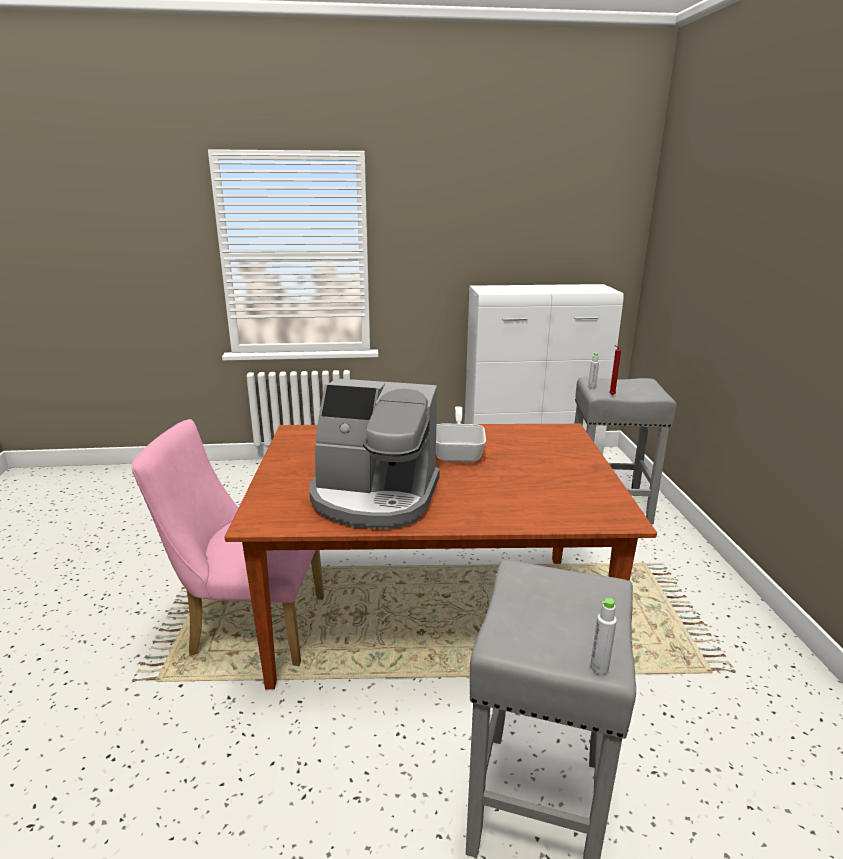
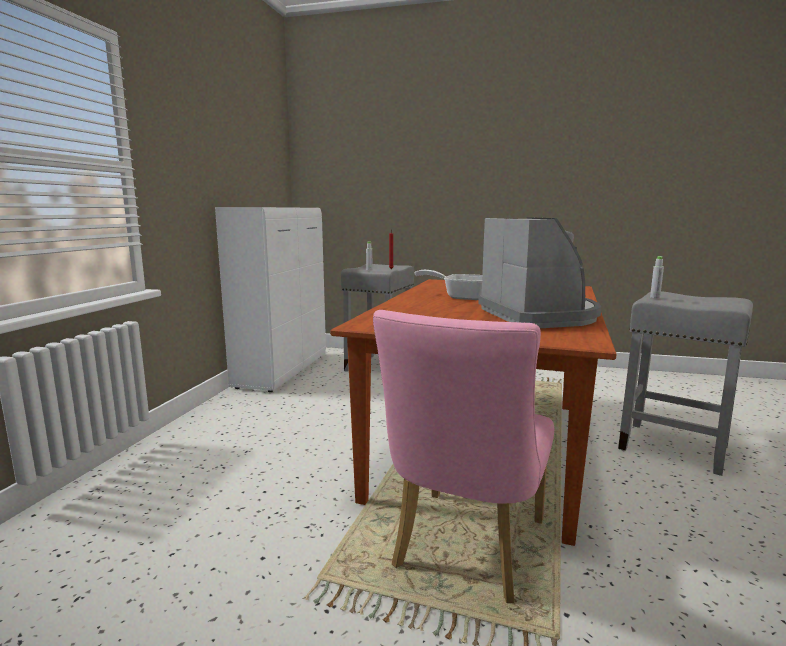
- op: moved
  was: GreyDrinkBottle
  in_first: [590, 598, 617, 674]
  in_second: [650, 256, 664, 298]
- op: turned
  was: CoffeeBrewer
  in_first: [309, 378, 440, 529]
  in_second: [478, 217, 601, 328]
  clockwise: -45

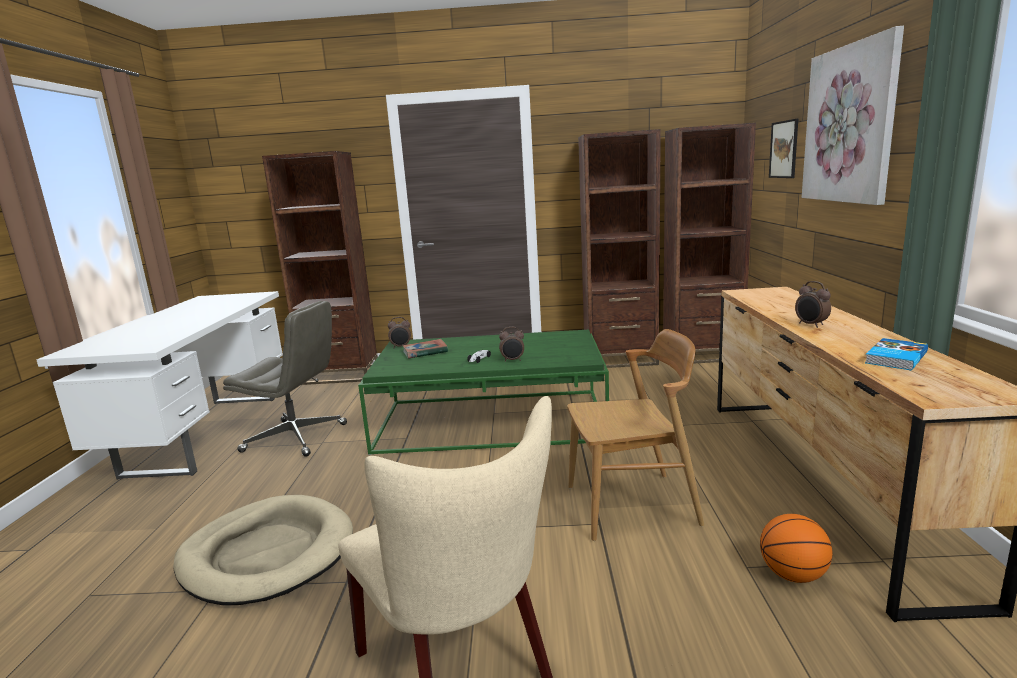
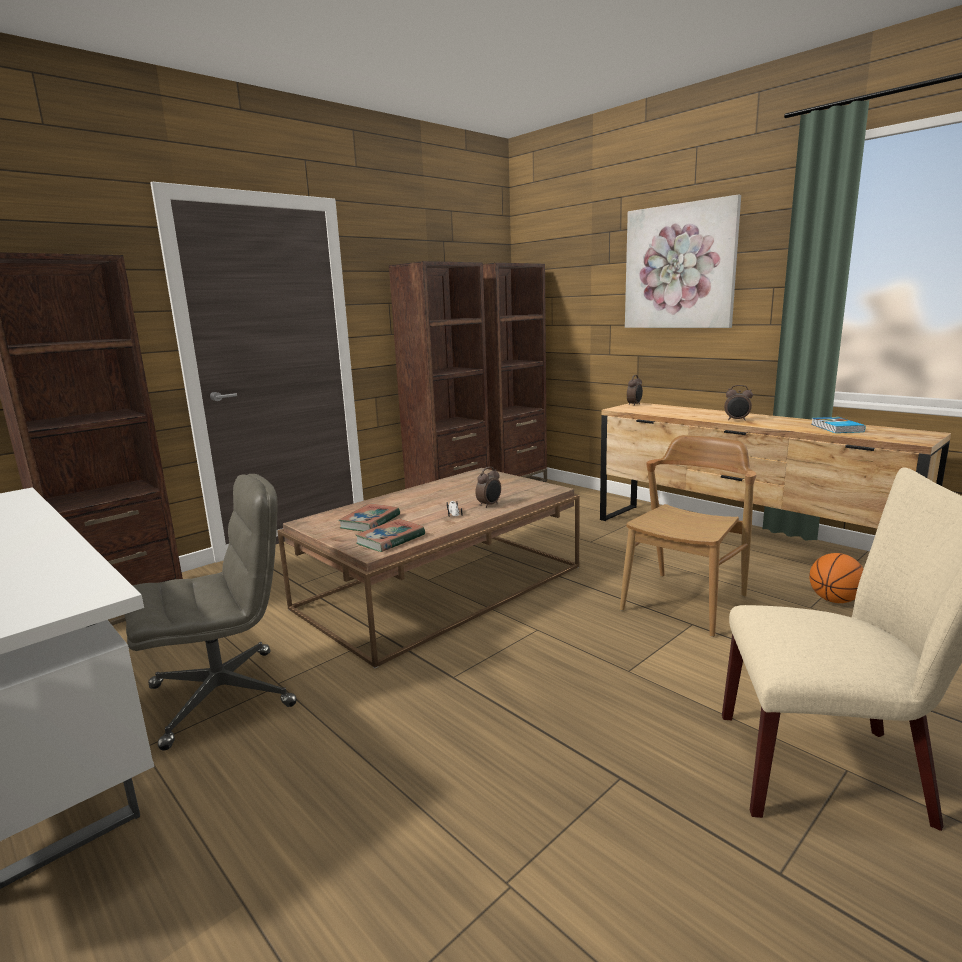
- op: removed
  was: BeigeColouredPetBed
  in_first: [173, 495, 353, 605]
- op: removed
  was: WallPicture
  in_first: [769, 119, 798, 178]
- op: added
  now: BoundBook
  in_second: [355, 518, 425, 552]
- op: moved
  was: BedsideClock
  in_first: [388, 317, 411, 347]
  in_second: [627, 375, 643, 406]
- op: recoloured
  was: GreenColouredLowTable
  now: BrownishLowTable
  in_first: [358, 330, 609, 455]
  in_second: [277, 468, 580, 668]

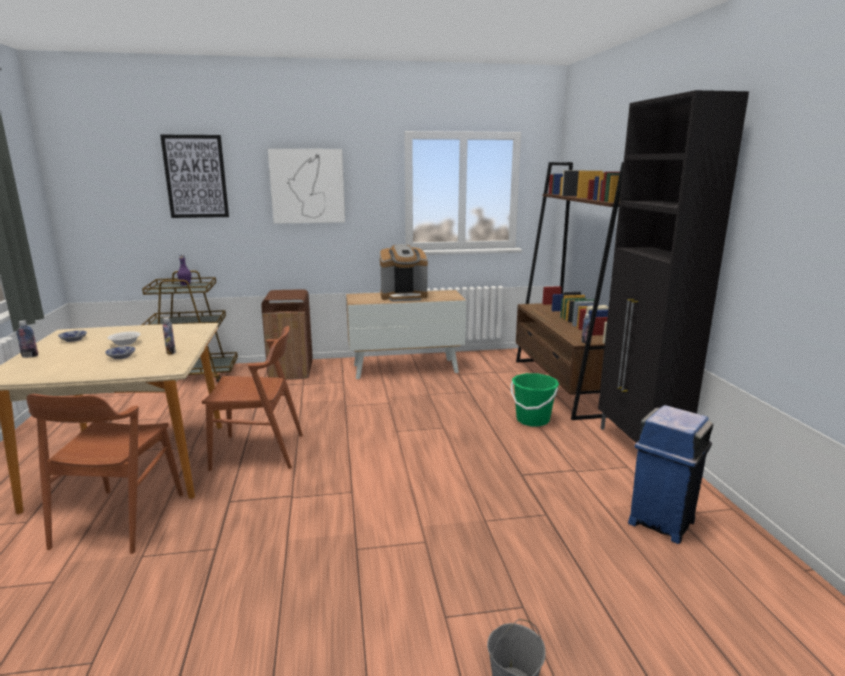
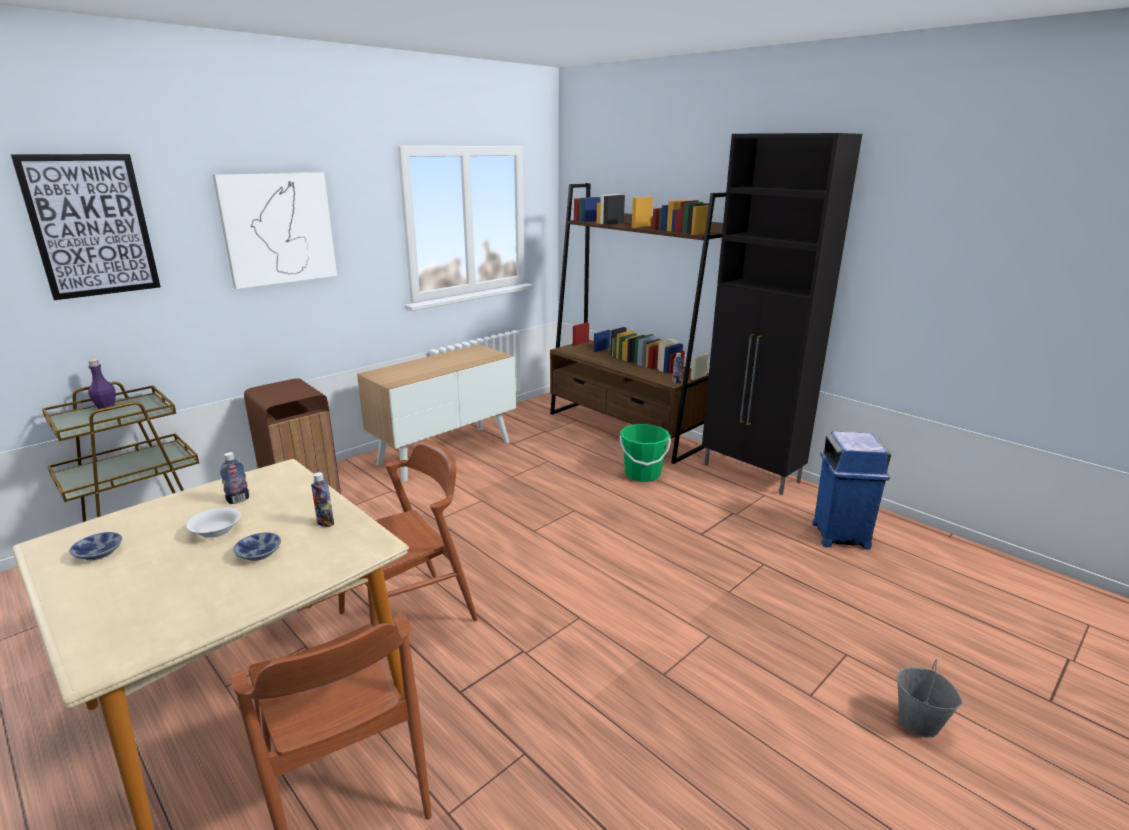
- op: removed
  was: CoffeeBrewer
  in_first: [380, 244, 428, 302]
- op: moved
  was: DrinkBottle
  in_first: [16, 320, 38, 358]
  in_second: [220, 452, 249, 504]

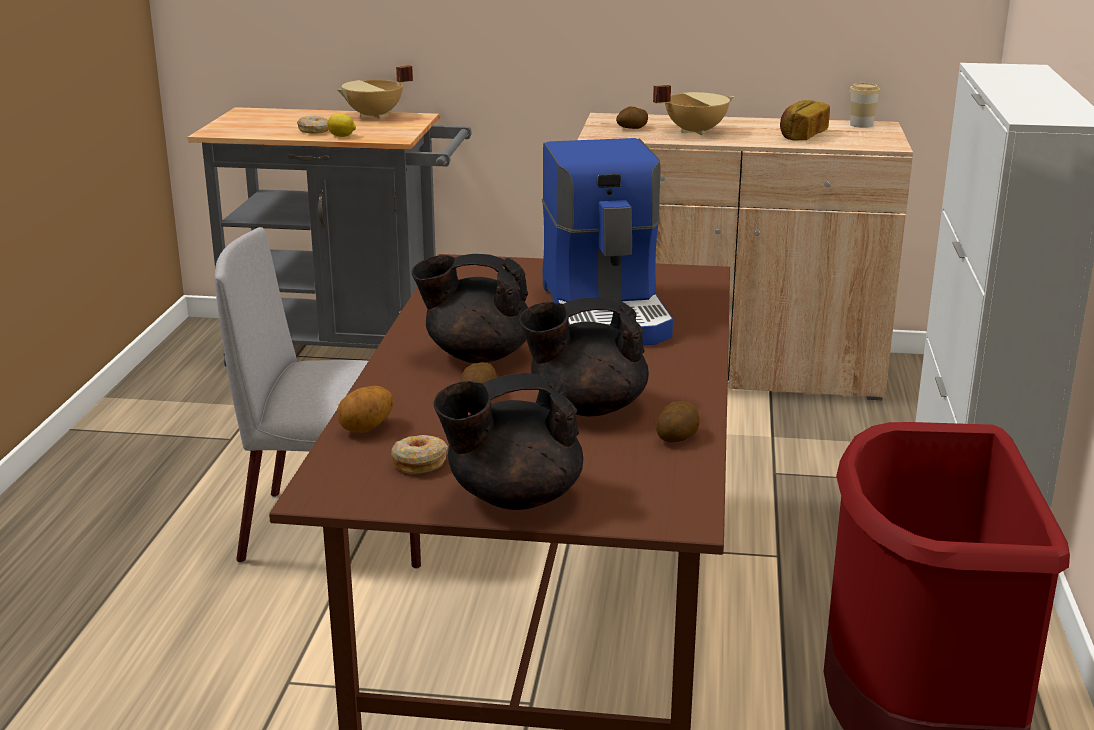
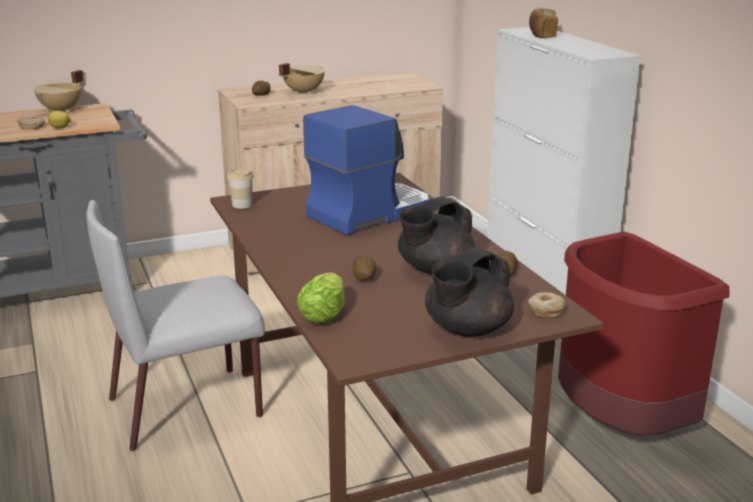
- op: removed
  was: BlackishTeaPot
  in_first: [412, 254, 528, 363]
- op: moved
  was: Donut
  in_first: [391, 435, 448, 474]
  in_second: [528, 292, 566, 318]
- op: moved
  was: BakeryBread
  in_first: [780, 100, 830, 141]
  in_second: [529, 8, 558, 38]
- op: moved
  was: SmallCup
  in_first: [849, 83, 880, 128]
  in_second: [227, 168, 254, 209]
- op: replaced
  was: Potato
  now: LettuceHead
  in_first: [337, 386, 394, 433]
  in_second: [296, 273, 345, 323]
- op: turned
  was: CoffeeBrewer
  in_first: [541, 138, 673, 345]
  in_second: [303, 105, 430, 236]
  clockwise: -90

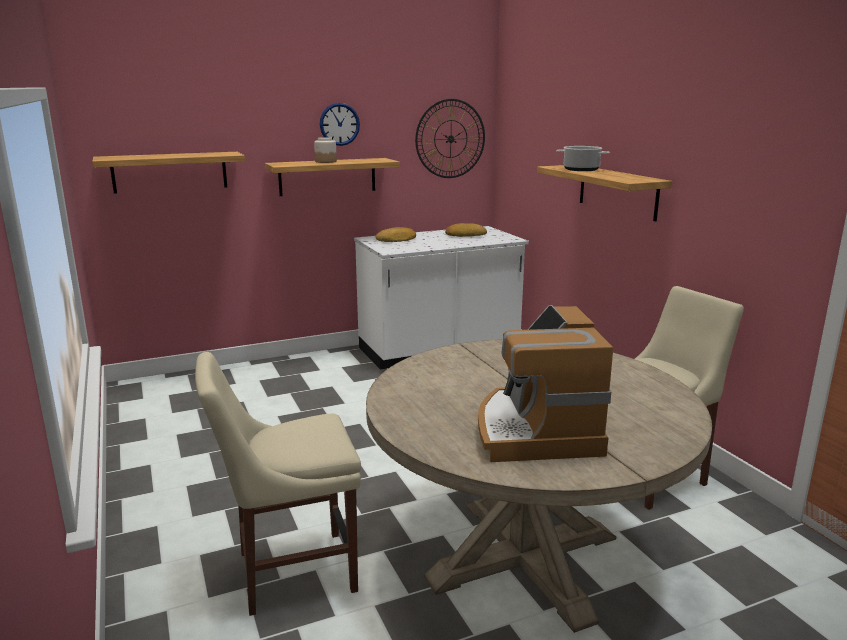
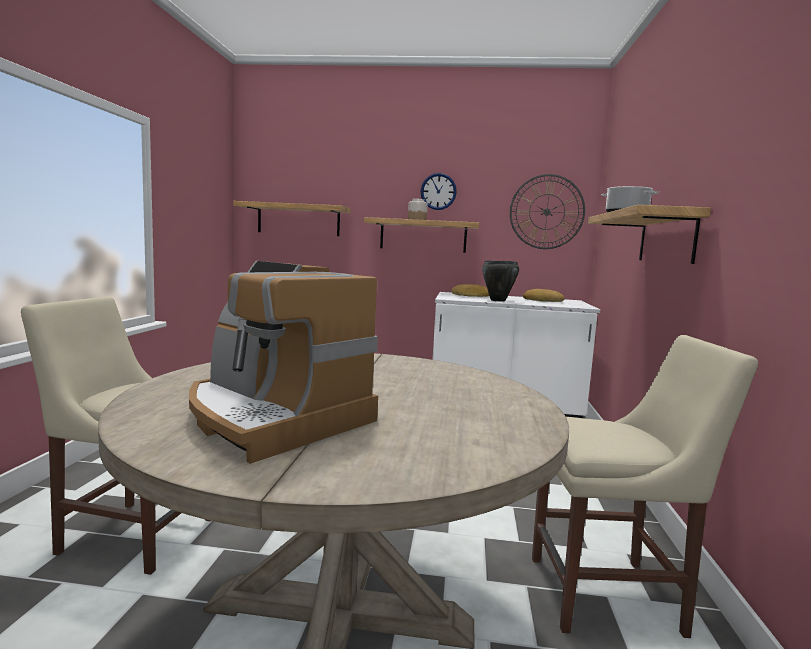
- op: added
  now: BlackishCookingPot
  in_second: [482, 260, 519, 302]
- op: turned
  was: CoffeeBrewer
  in_first: [478, 305, 613, 462]
  in_second: [189, 261, 378, 464]
  clockwise: -75

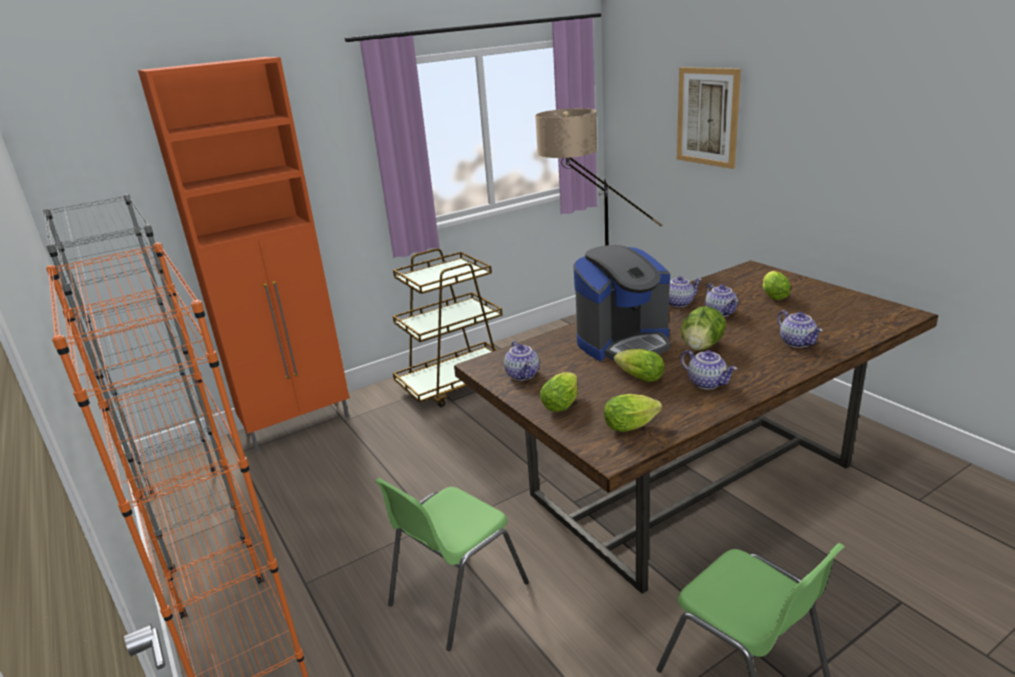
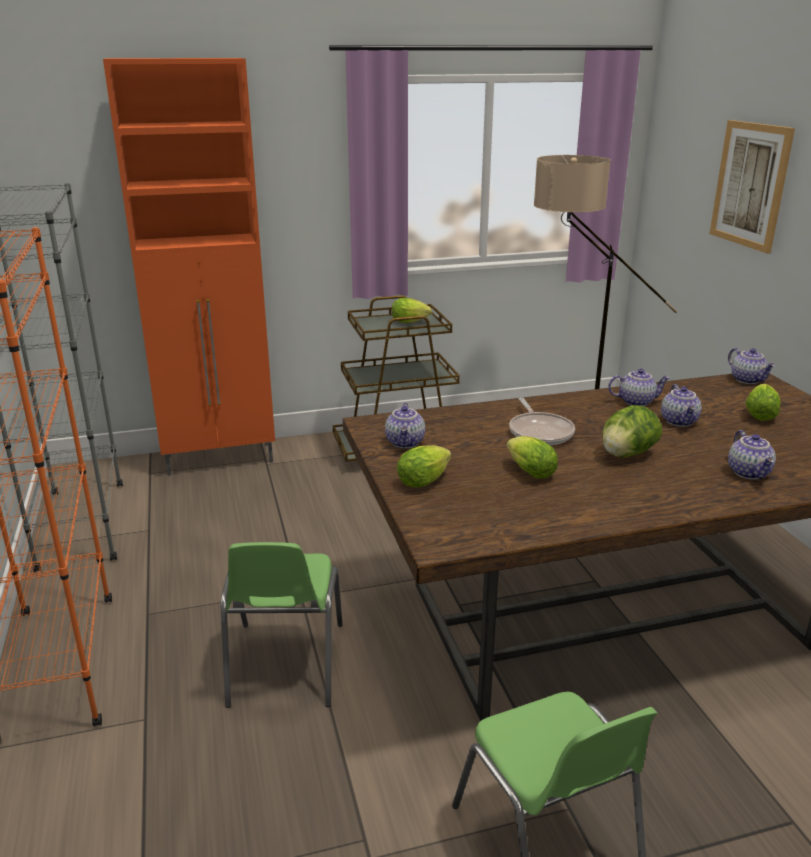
- op: moved
  was: LettuceHead
  in_first: [604, 394, 662, 432]
  in_second: [392, 298, 432, 323]
- op: moved
  was: TeaPot
  in_first: [681, 350, 737, 389]
  in_second: [728, 348, 775, 384]
- op: replaced
  was: CoffeeBrewer
  now: FryingPan
  in_first: [574, 245, 671, 361]
  in_second: [509, 398, 575, 445]
- op: turned
  was: GreenColouredPlainChair
  in_first: [375, 478, 529, 651]
  in_second: [221, 542, 343, 708]
  clockwise: -60

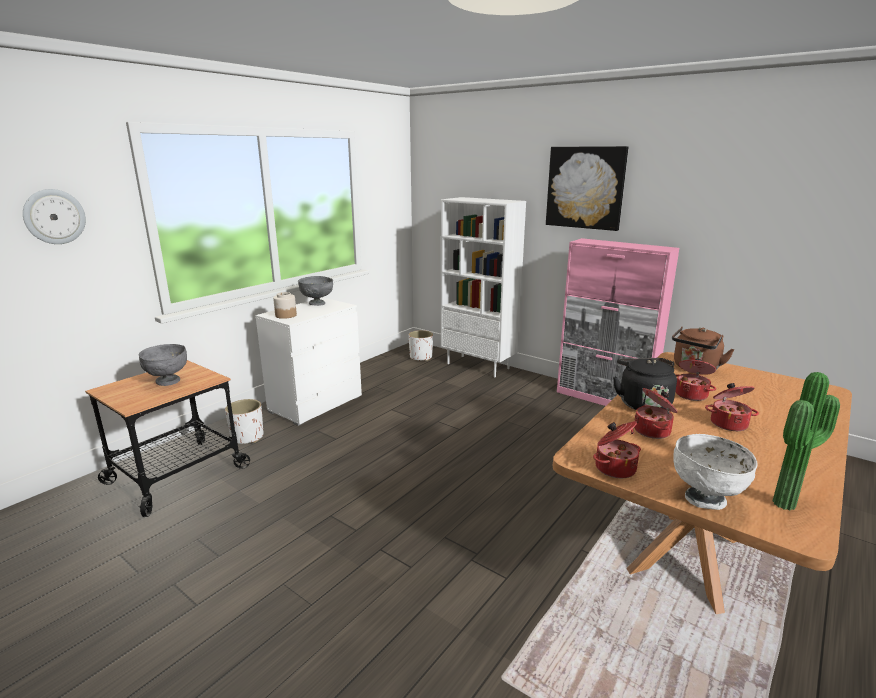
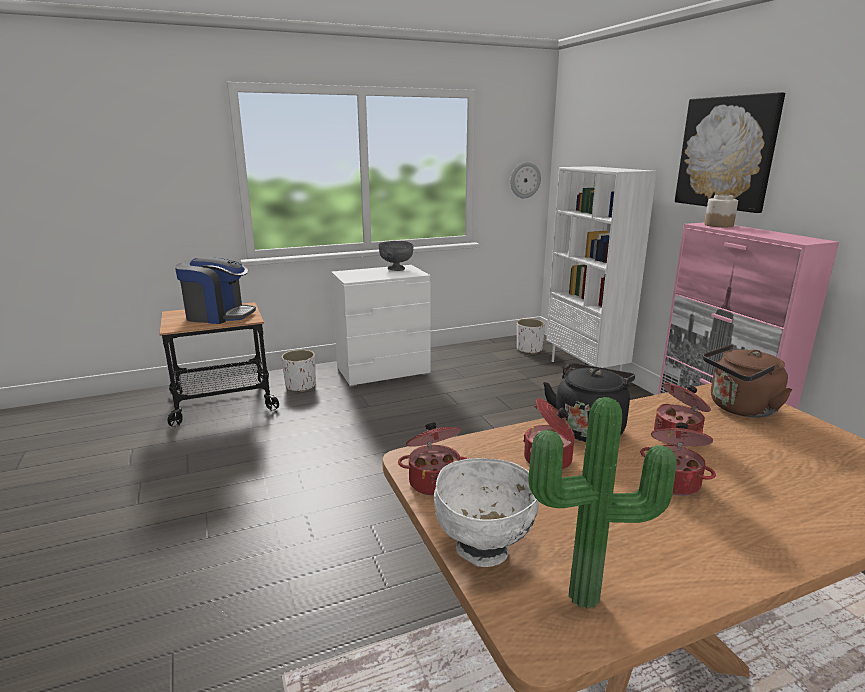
- op: moved
  was: HangingClock
  in_first: [23, 189, 86, 244]
  in_second: [510, 162, 541, 198]
- op: moved
  was: Jar
  in_first: [273, 292, 297, 319]
  in_second: [704, 195, 738, 227]
- op: replaced
  was: GreyBowl
  now: CoffeeBrewer
  in_first: [138, 344, 187, 386]
  in_second: [175, 257, 256, 324]

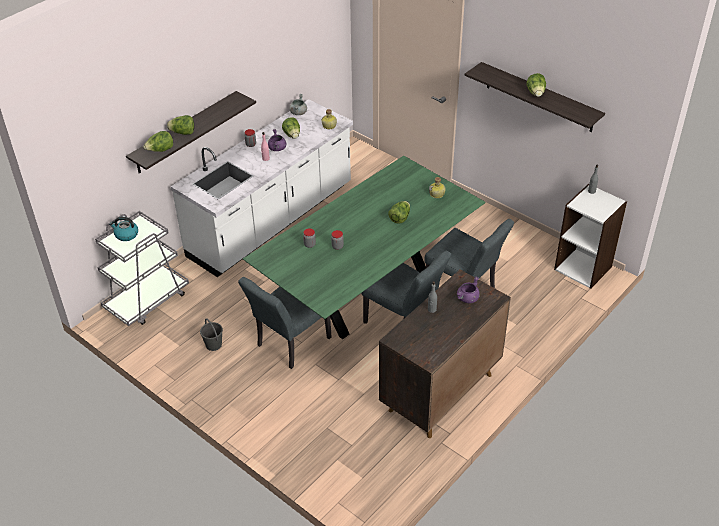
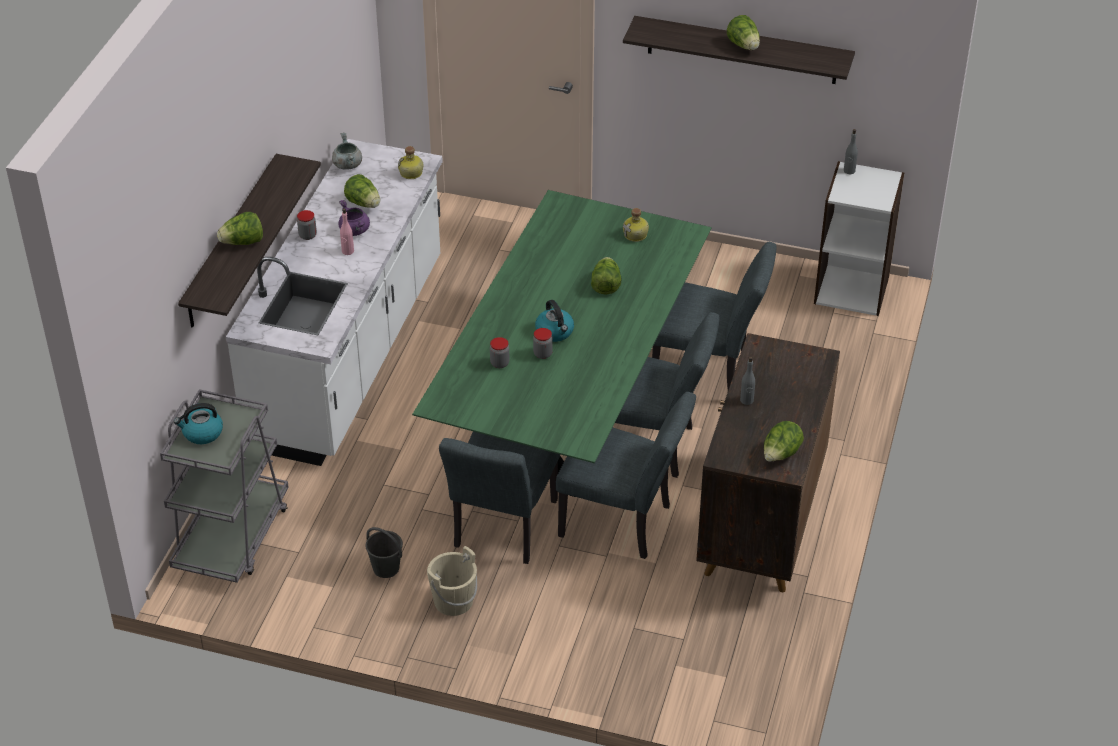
- op: removed
  was: PurplishCookingPot
  in_first: [457, 277, 480, 303]
- op: added
  now: BeigeColouredPail
  in_second: [427, 546, 477, 616]
- op: added
  now: TeaKettle
  in_second: [535, 300, 574, 342]
- op: added
  now: GreyPlainChair
  in_second: [556, 392, 696, 559]
- op: moved
  was: LettuceHead
  in_first: [143, 131, 173, 152]
  in_second: [764, 421, 804, 461]

